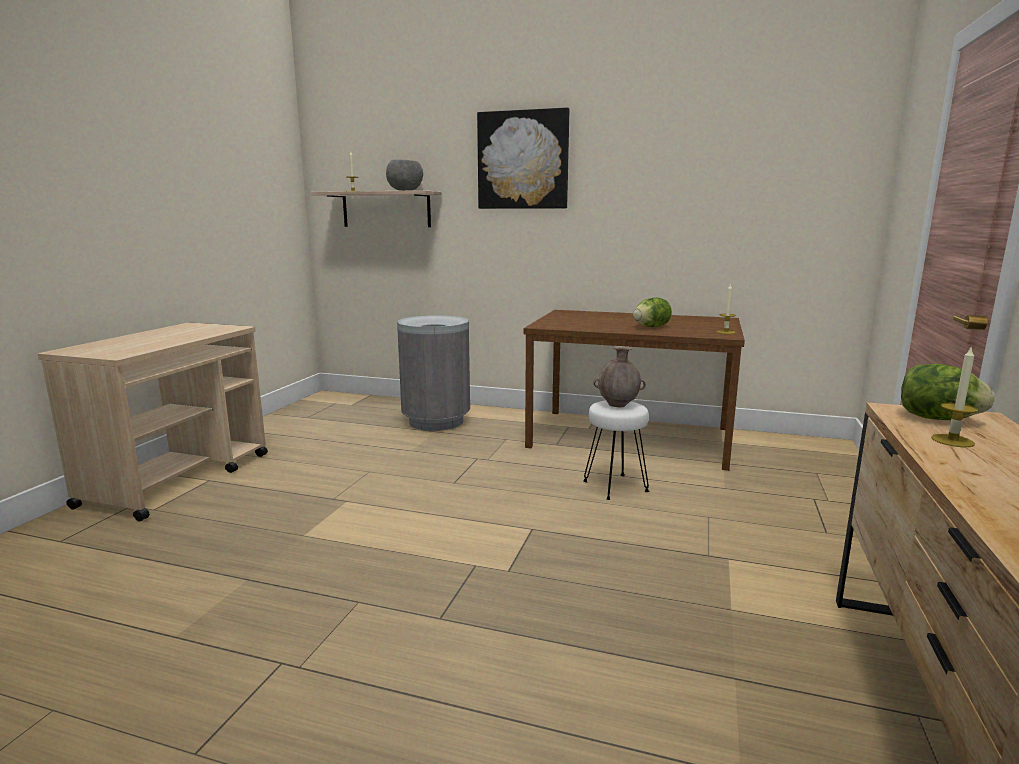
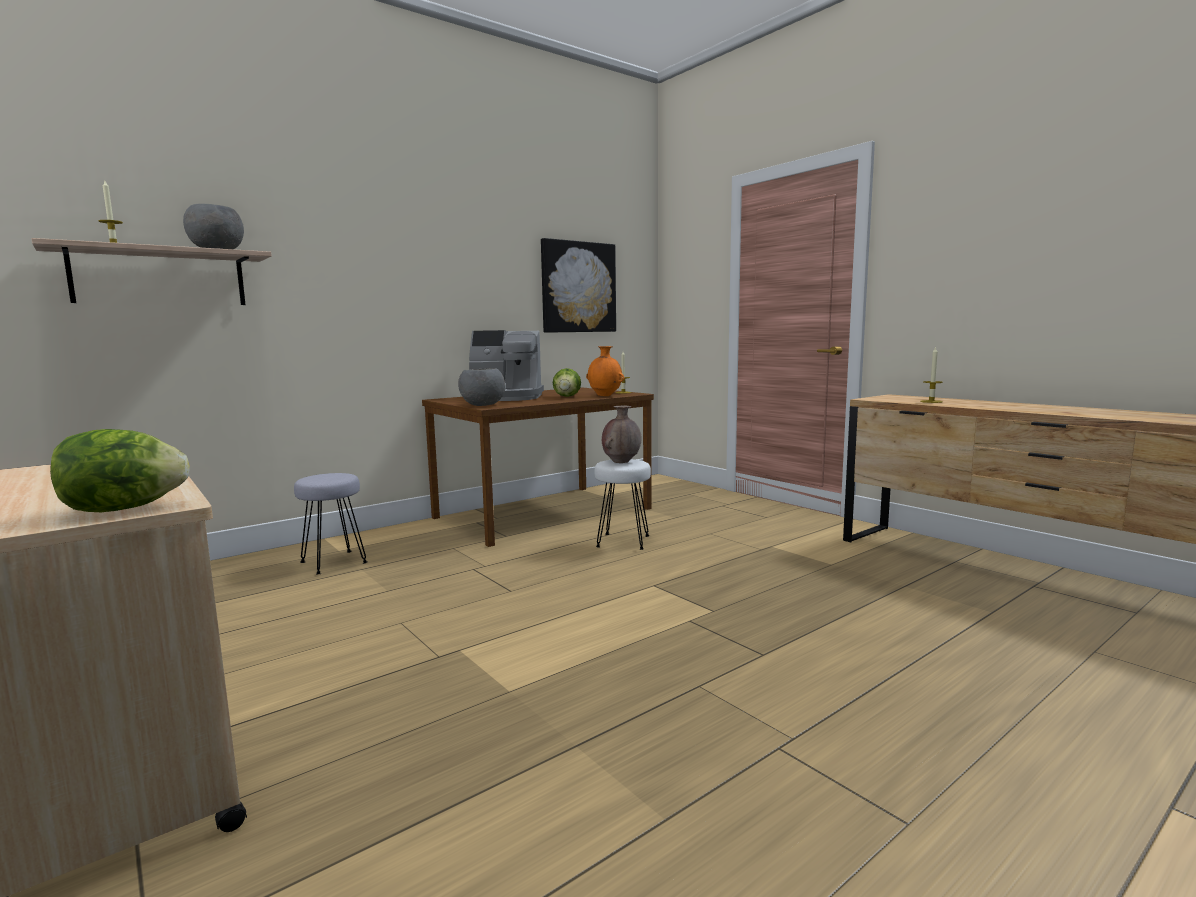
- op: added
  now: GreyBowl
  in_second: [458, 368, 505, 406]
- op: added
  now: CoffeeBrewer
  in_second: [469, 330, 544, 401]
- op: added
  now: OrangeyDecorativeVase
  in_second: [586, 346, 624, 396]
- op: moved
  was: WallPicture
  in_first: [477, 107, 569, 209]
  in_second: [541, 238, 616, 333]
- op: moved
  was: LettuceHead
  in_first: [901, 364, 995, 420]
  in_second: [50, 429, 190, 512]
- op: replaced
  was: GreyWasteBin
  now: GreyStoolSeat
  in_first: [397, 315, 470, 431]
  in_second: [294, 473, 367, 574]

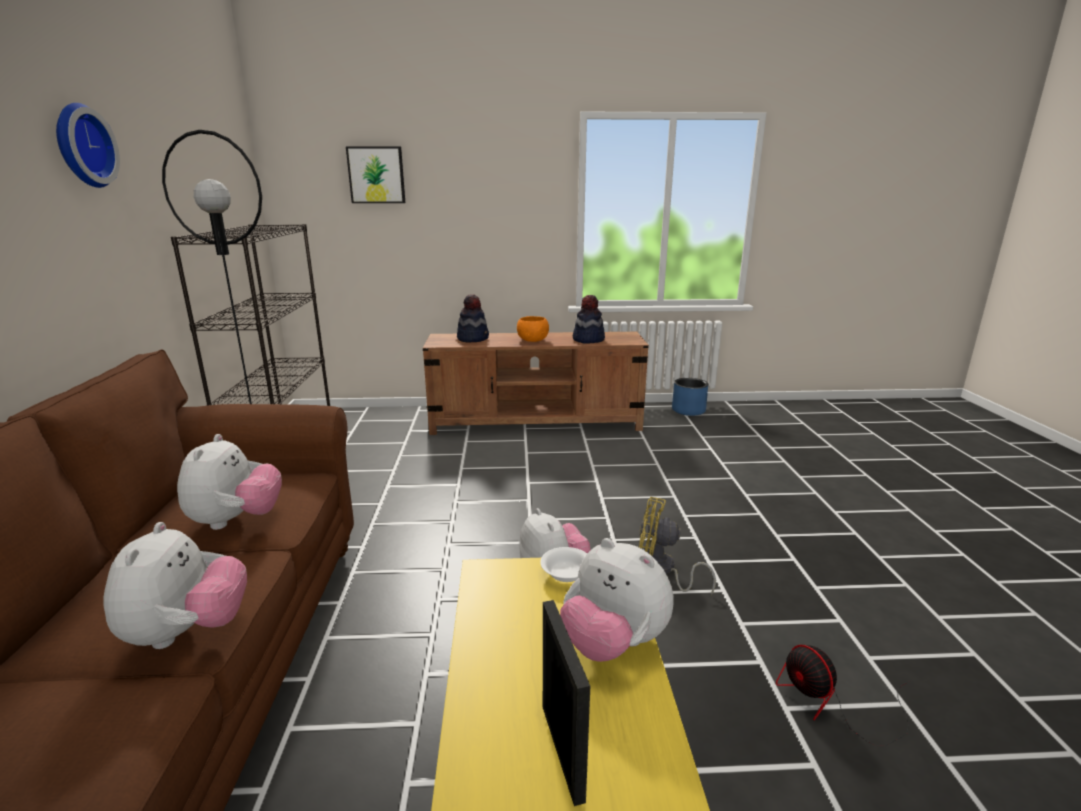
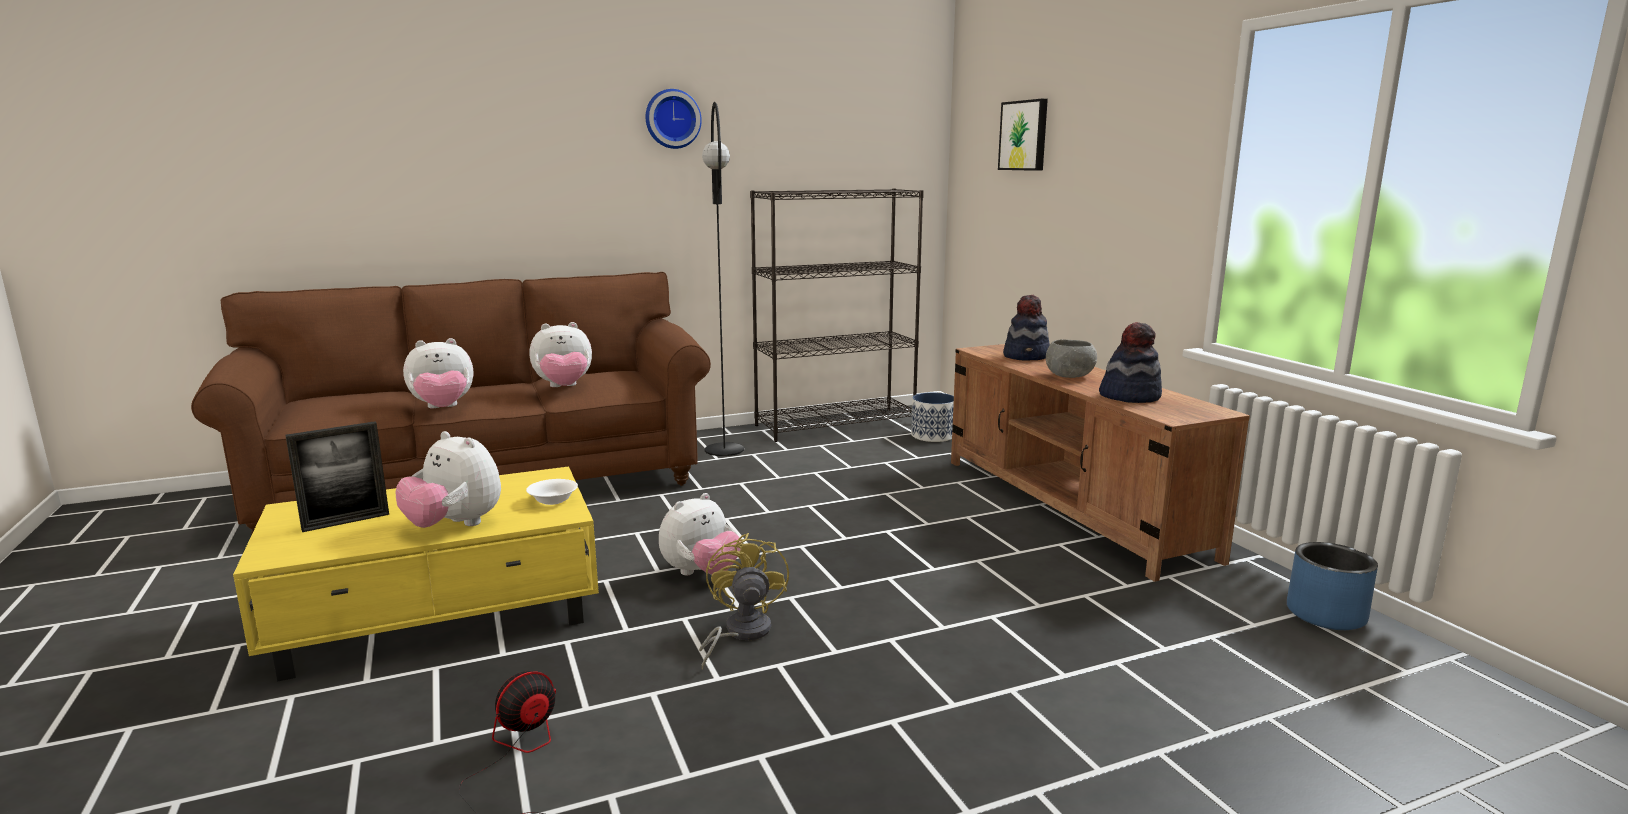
- op: added
  now: PlantPot
  in_second: [911, 392, 954, 442]
- op: recoloured
  was: OrangeyBowl
  now: GreyBowl
  in_first: [517, 316, 549, 342]
  in_second: [1046, 339, 1097, 378]
- op: turned
  was: PlushToy
  in_first: [560, 538, 674, 662]
  in_second: [396, 431, 501, 528]
  clockwise: -75

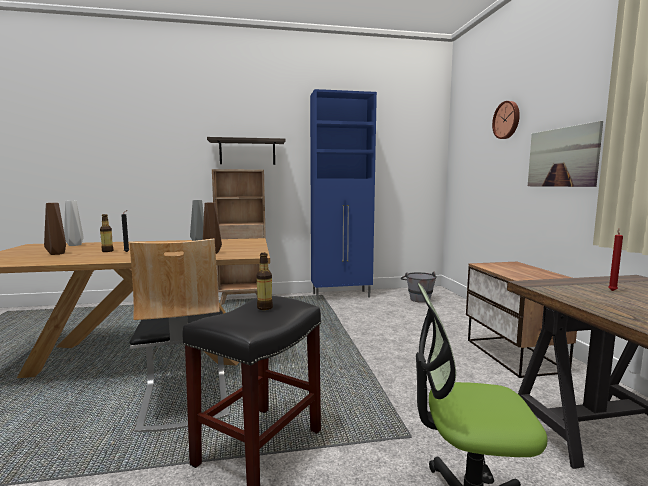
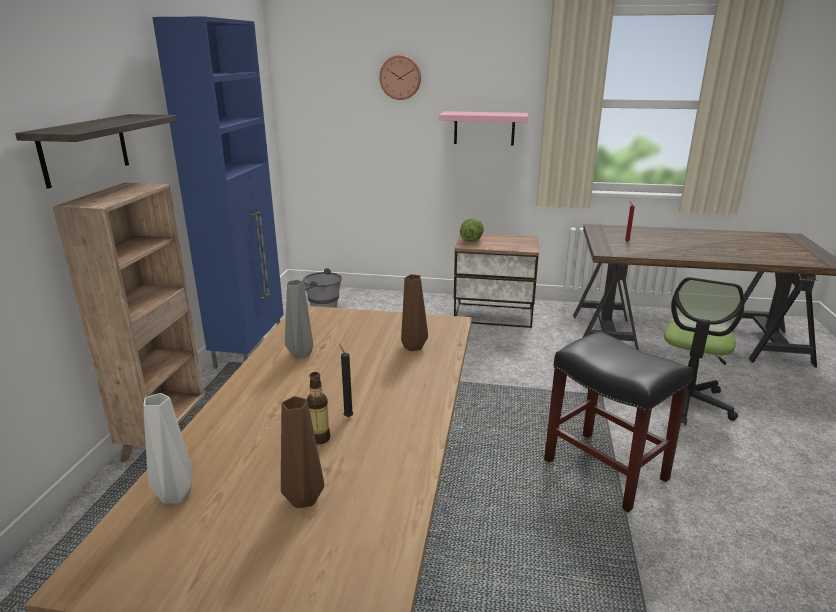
- op: removed
  was: PlainChair
  in_first: [129, 238, 229, 432]
- op: removed
  was: DrinkBottle
  in_first: [256, 253, 273, 310]
- op: added
  now: LettuceHead
  in_second: [460, 218, 484, 242]
- op: replaced
  was: WallPicture
  now: PinkColouredShelf
  in_first: [528, 121, 603, 187]
  in_second: [439, 111, 528, 145]

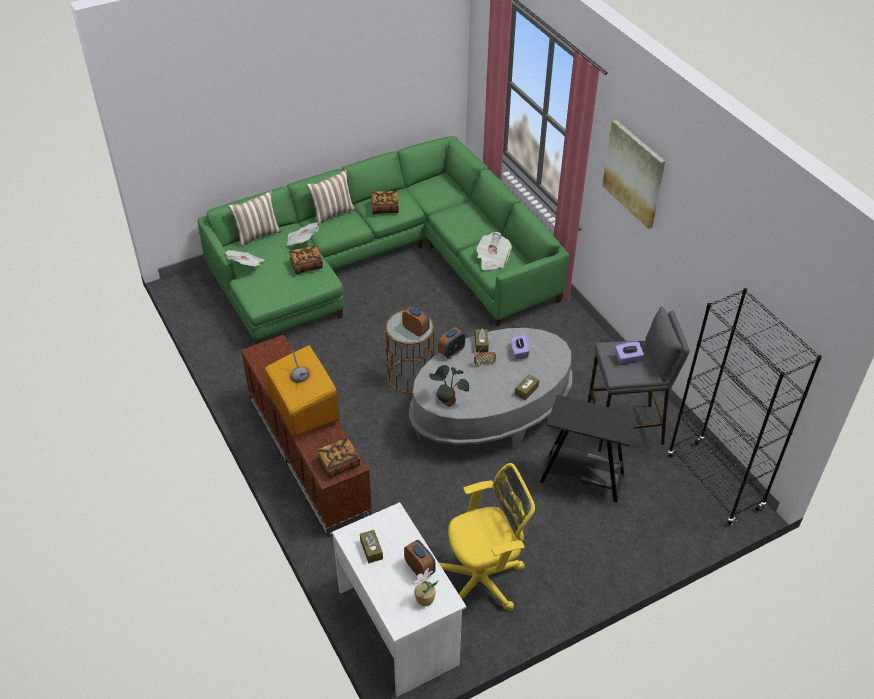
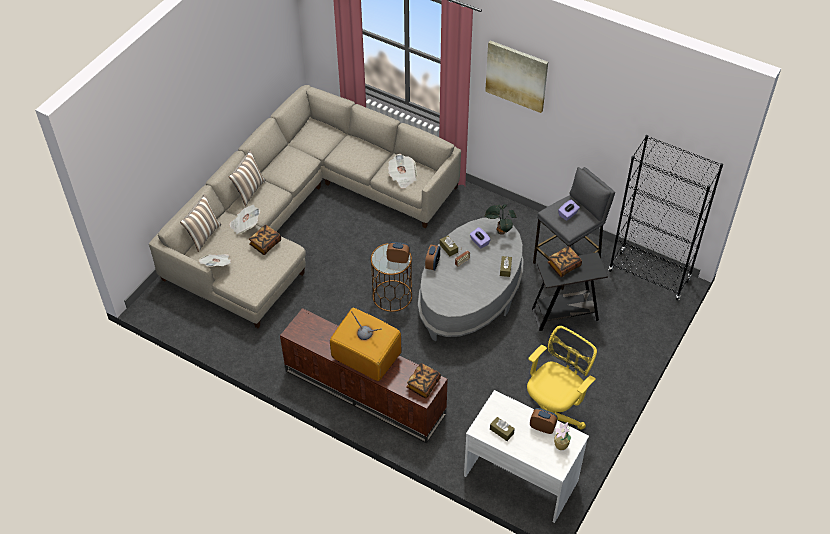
- op: moved
  was: BoundBook
  in_first: [371, 191, 399, 214]
  in_second: [548, 246, 582, 277]
- op: moved
  was: Houseplant
  in_first: [429, 365, 469, 407]
  in_second: [484, 204, 516, 235]
- op: recoloured
  was: GreenColouredSofa
  now: BeigeColouredSofa
  in_first: [198, 136, 569, 344]
  in_second: [149, 85, 461, 328]

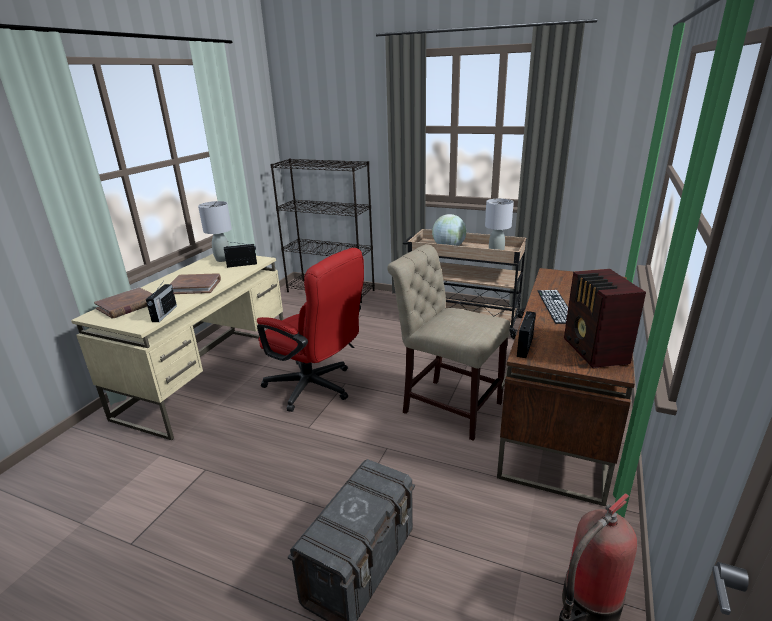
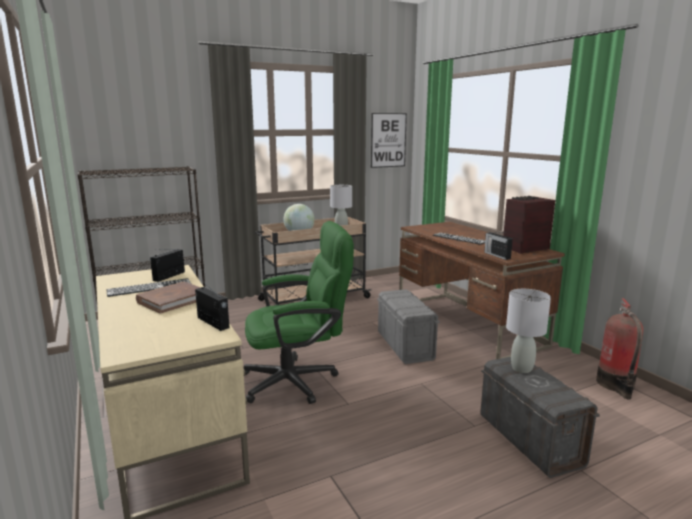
- op: removed
  was: BrownishBoundBook
  in_first: [94, 287, 153, 318]
- op: added
  now: PcKeyboard
  in_second: [106, 278, 192, 297]
- op: added
  now: WallPicture
  in_second: [371, 113, 407, 168]
- op: moved
  was: GreyTableLamp
  in_first: [198, 201, 232, 262]
  in_second: [506, 289, 551, 373]
- op: replaced
  was: BeigeColouredPlainChair
  now: GreyStorageContainer
  in_first: [387, 244, 510, 441]
  in_second: [377, 289, 440, 364]
- op: recoloured
  was: ReddishComputerChair
  now: GreenColouredComputerChair
  in_first: [257, 248, 364, 412]
  in_second: [243, 221, 354, 404]
- op: turned
  was: RadioSet
  in_first: [564, 269, 646, 369]
  in_second: [503, 196, 555, 254]
  clockwise: 120

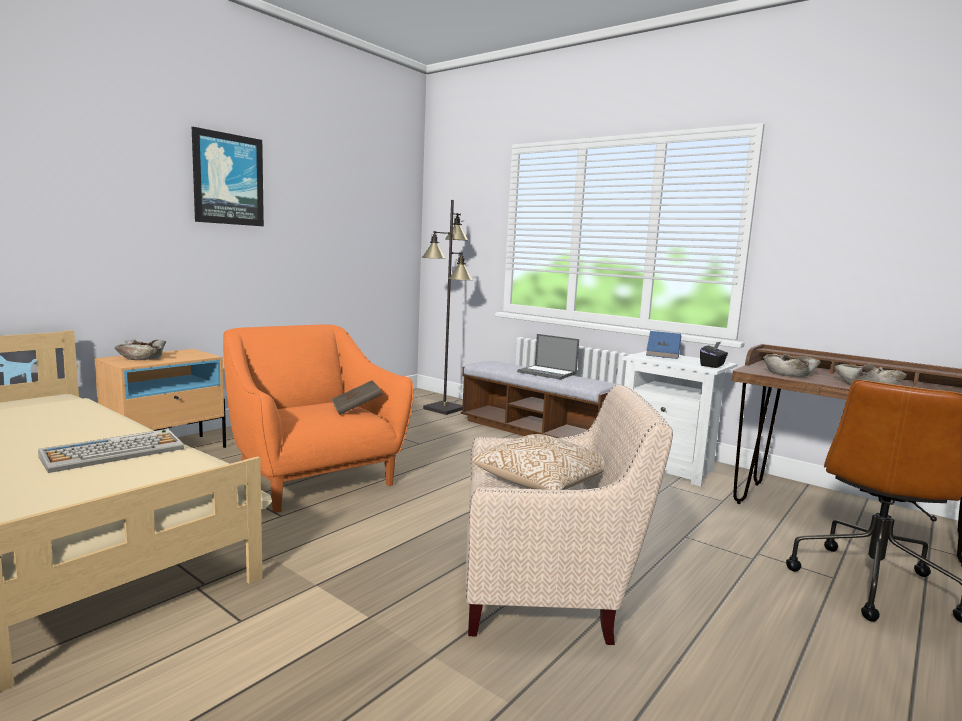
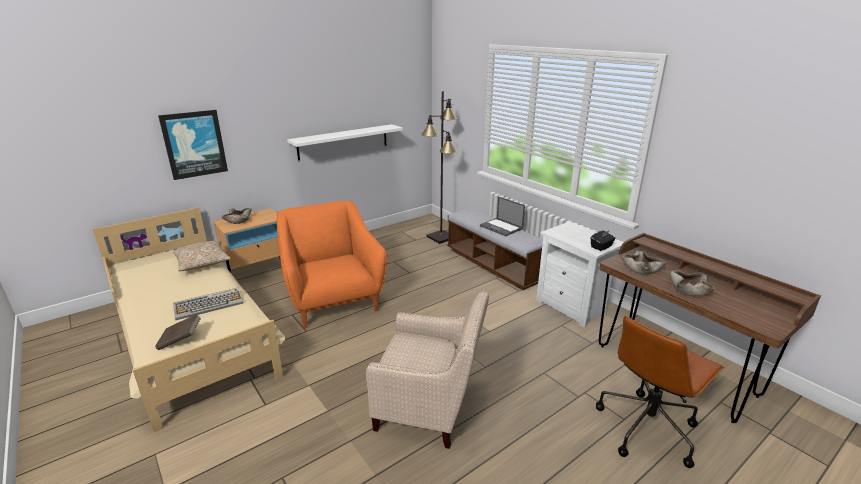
- op: removed
  was: BluishBoundBook
  in_first: [646, 331, 681, 359]
- op: added
  now: WhitishShelf
  in_second: [287, 124, 403, 161]
- op: moved
  was: WallPicture
  in_first: [192, 127, 264, 226]
  in_second: [158, 110, 228, 180]
- op: moved
  was: BrownishBoundBook
  in_first: [331, 380, 383, 415]
  in_second: [155, 314, 201, 350]
- op: moved
  was: ThrowPillow
  in_first: [472, 434, 604, 490]
  in_second: [173, 241, 231, 271]

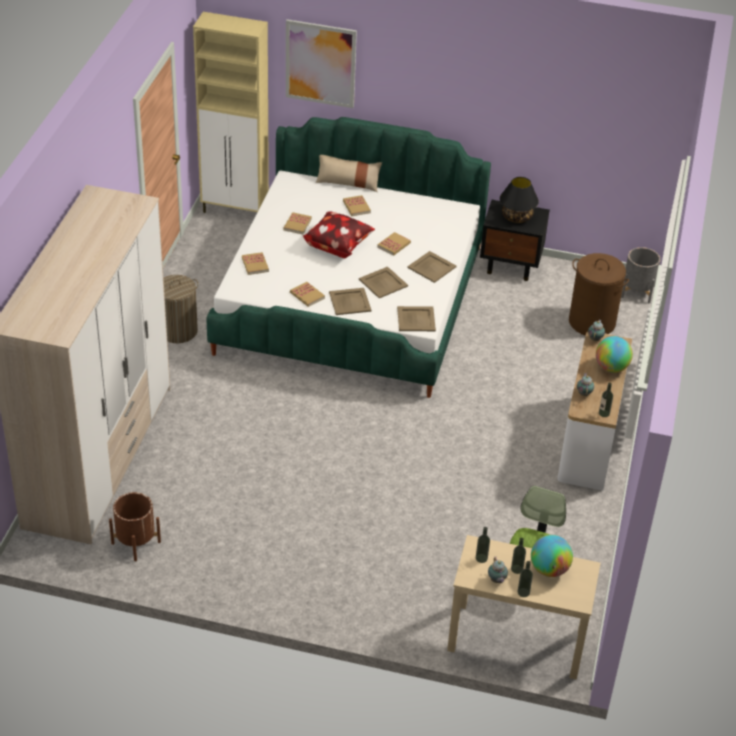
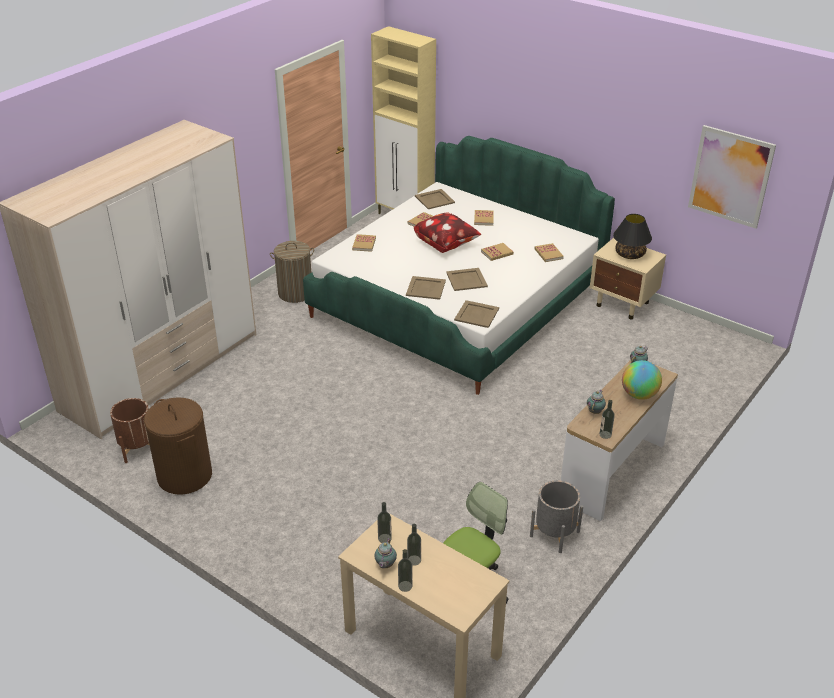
- op: removed
  was: BeigeColouredThrowPillow
  in_first: [316, 155, 382, 192]
- op: removed
  was: Globe
  in_first: [531, 535, 573, 577]
- op: moved
  was: WallPicture
  in_first: [286, 19, 357, 108]
  in_second: [688, 125, 776, 228]
- op: moved
  was: BoundBook
  in_first: [290, 282, 325, 307]
  in_second: [534, 243, 564, 262]
- op: moved
  was: BeigeColouredCarryingTray
  in_first: [407, 251, 457, 283]
  in_second: [415, 189, 455, 209]
- op: moved
  was: BrownishLaundryBasket
  in_first: [569, 253, 629, 336]
  in_second: [144, 397, 212, 495]
- op: moved
  was: GreyPlantPot
  in_first: [621, 247, 660, 303]
  in_second: [530, 480, 583, 553]
- op: recoloured
  was: BlackishNightstand
  now: BeigeColouredNightstand
  in_first: [480, 200, 550, 281]
  in_second: [590, 238, 666, 319]

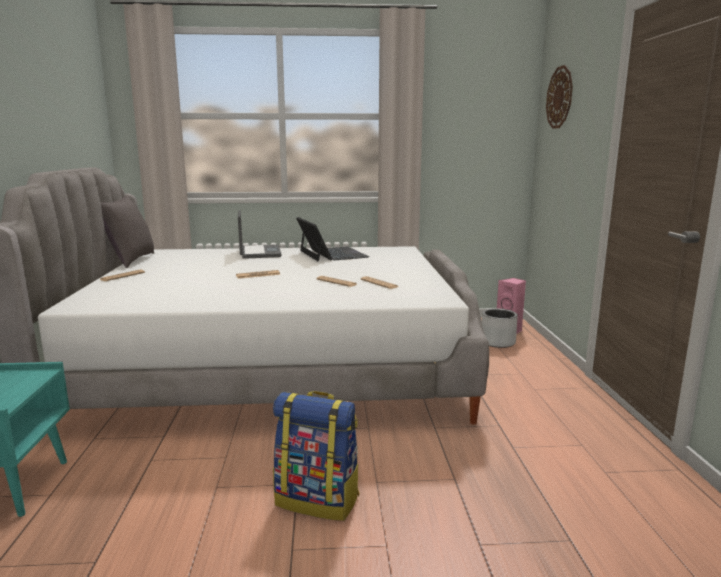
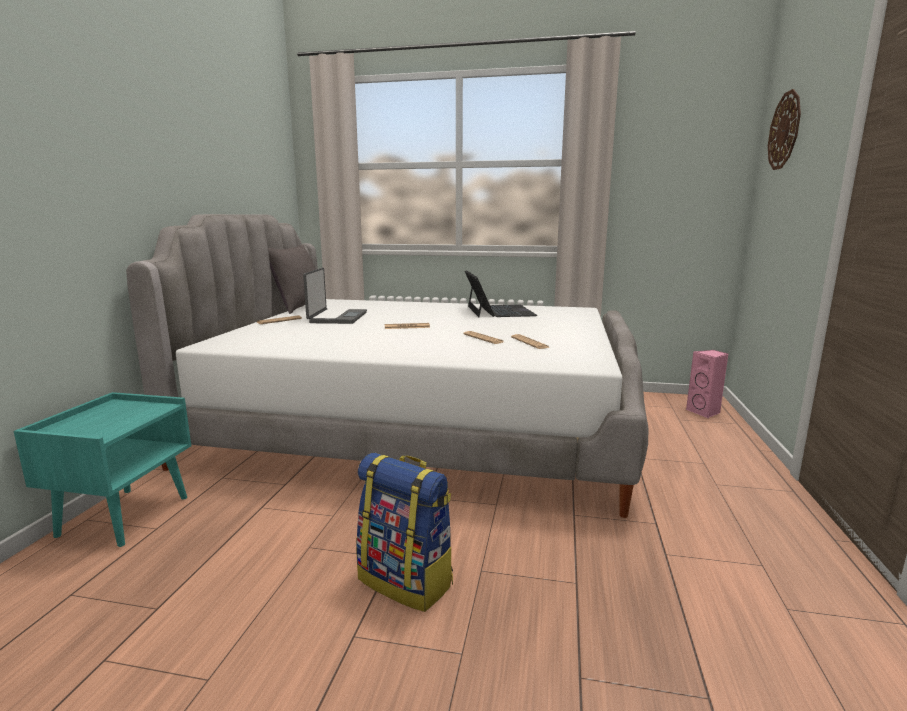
- op: removed
  was: GreyPlantPot
  in_first: [482, 308, 518, 348]
- op: moved
  was: NotebookComputer
  in_first: [238, 210, 282, 259]
  in_second: [303, 268, 367, 324]

